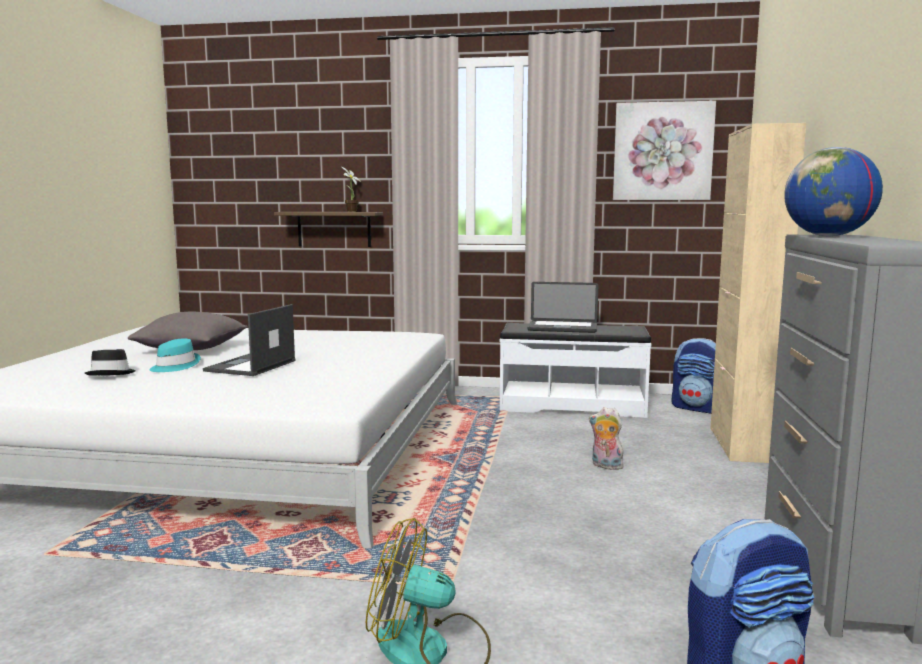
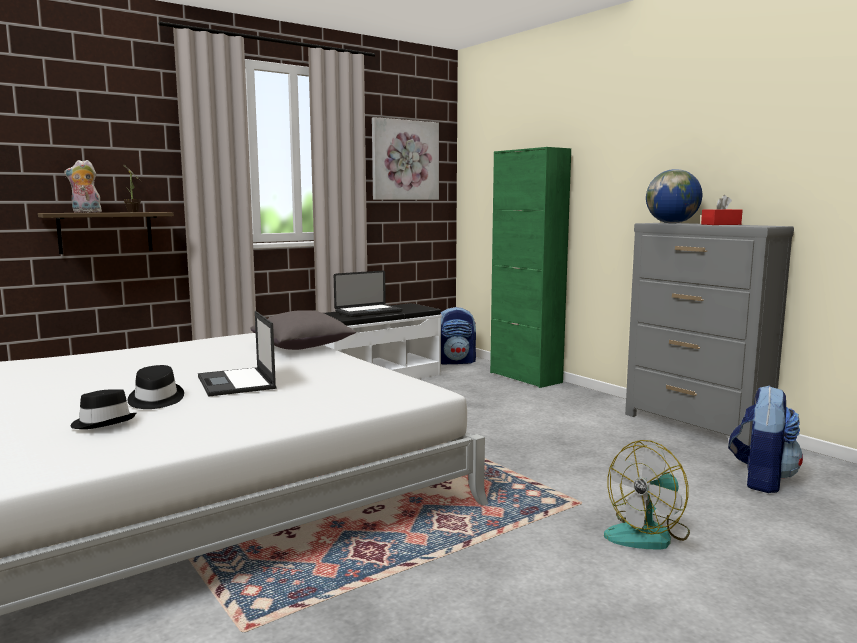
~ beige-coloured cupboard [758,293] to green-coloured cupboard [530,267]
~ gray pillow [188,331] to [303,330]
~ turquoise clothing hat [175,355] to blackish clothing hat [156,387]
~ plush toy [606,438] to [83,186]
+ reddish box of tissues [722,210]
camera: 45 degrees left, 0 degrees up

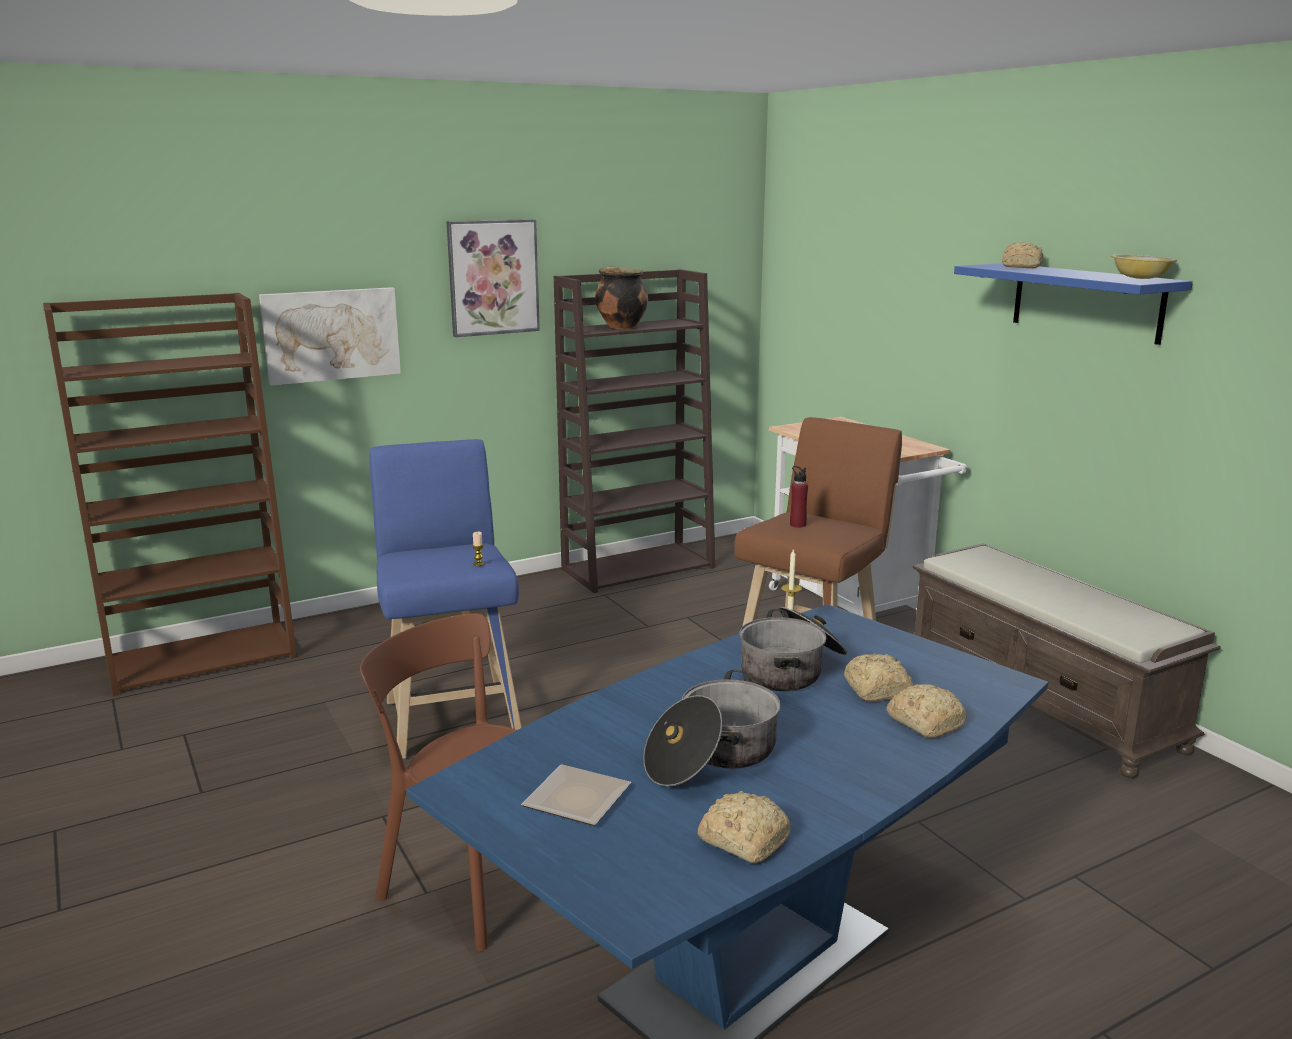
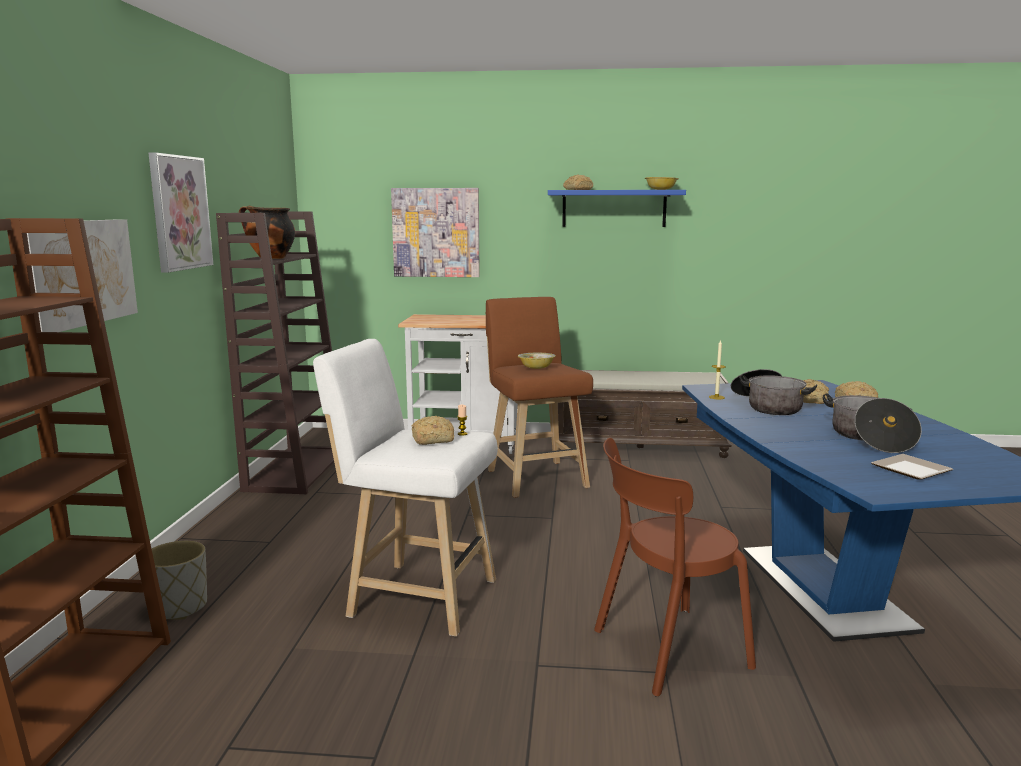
~ blue stool seat [445,599] to whitish stool seat [405,488]
~ reddish drink bottle [799,497] to serving bowl [537,361]
~ baked bread [744,827] to [433,430]
+ wall picture [435,232]
+ gray plant pot [179,580]
camera: 55 degrees left, 5 degrees down

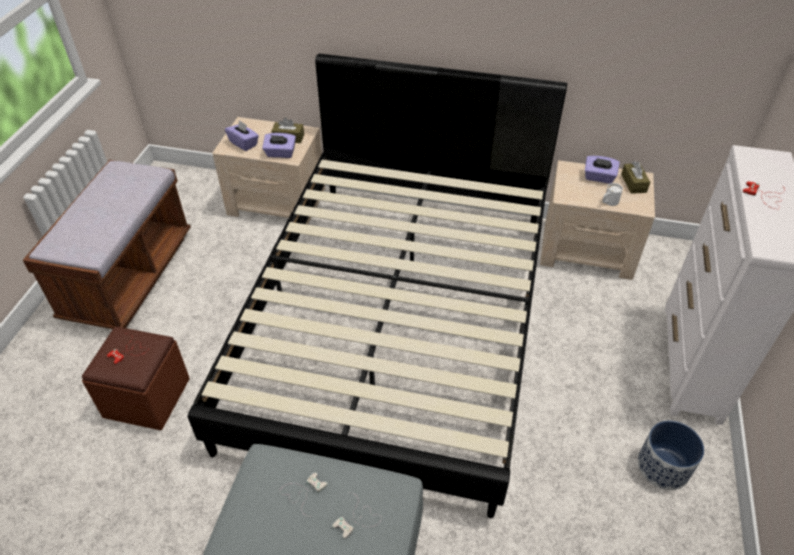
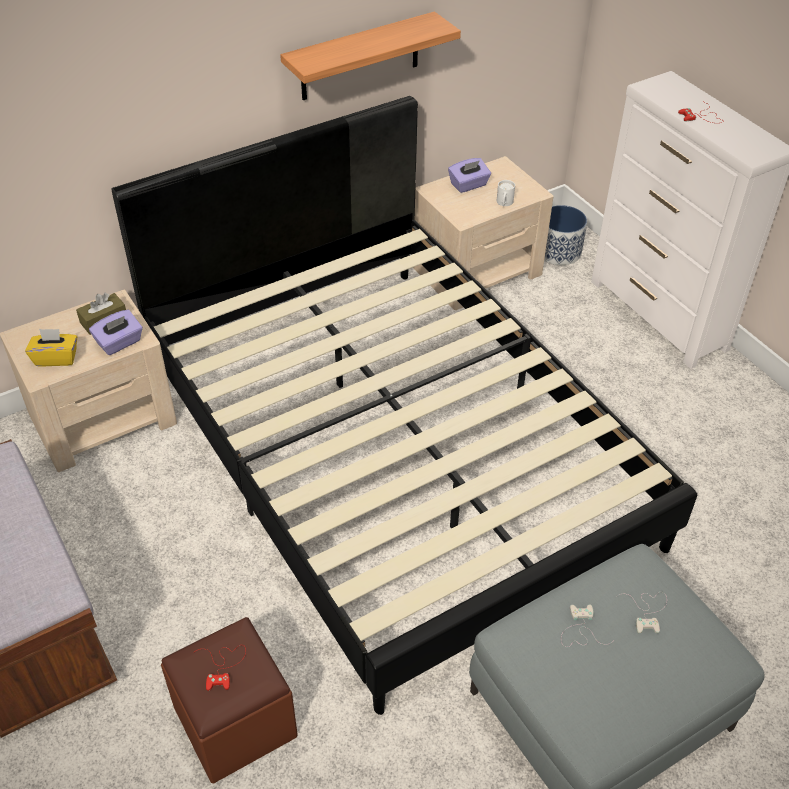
~ purplish box of tissues [242,135] to yellow box of tissues [51,348]
- brown-coloured box of tissues [635,177]
~ plant pot [671,455] to [565,235]
+ wall shelf [370,56]
camera: 45 degrees left, 0 degrees up

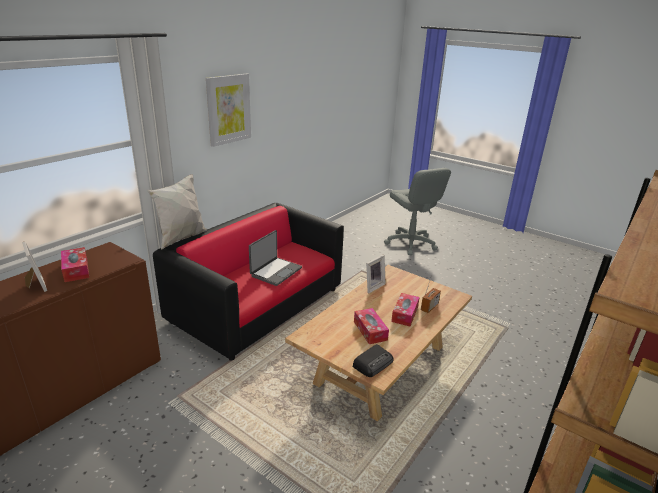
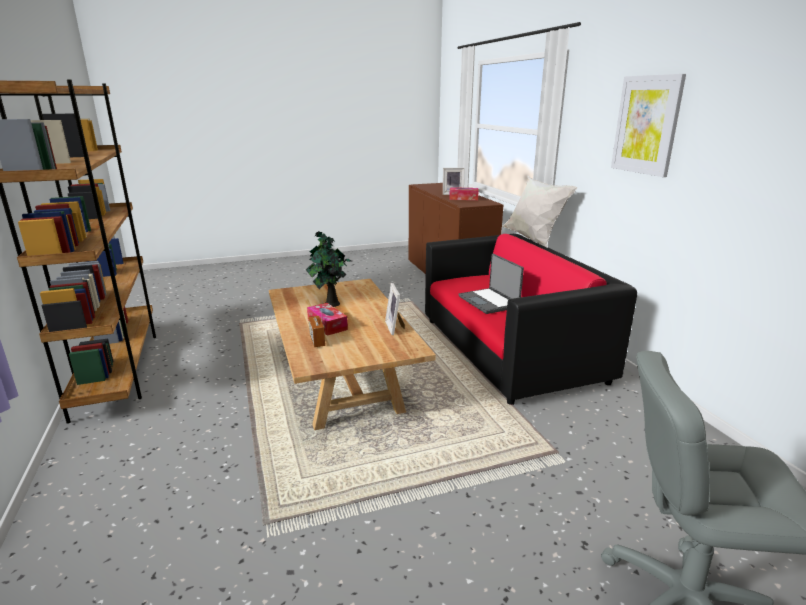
~ box of tissues [371,326] to houseplant [329,269]
- radio [373,360]
camera: 125 degrees right, 5 degrees down

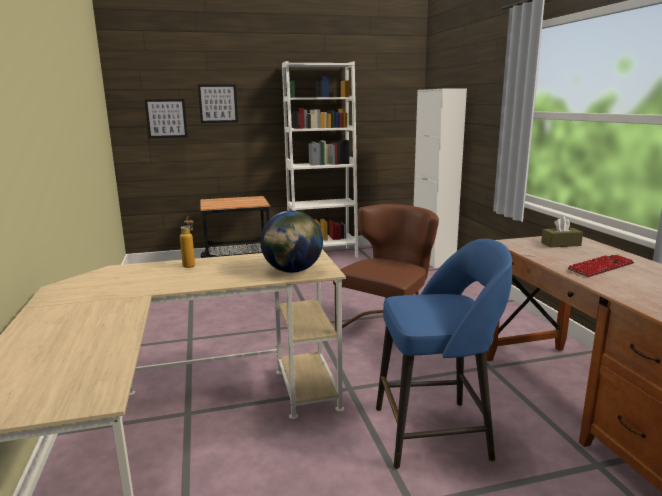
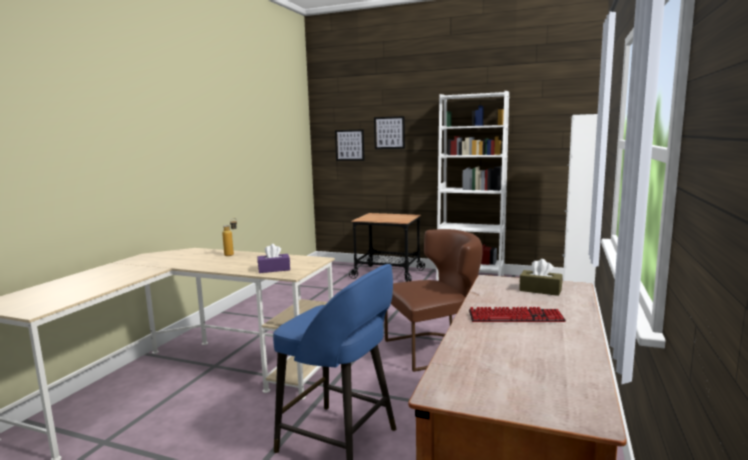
~ world globe [291,241] to purplish box of tissues [274,258]
camera: 35 degrees right, 5 degrees down

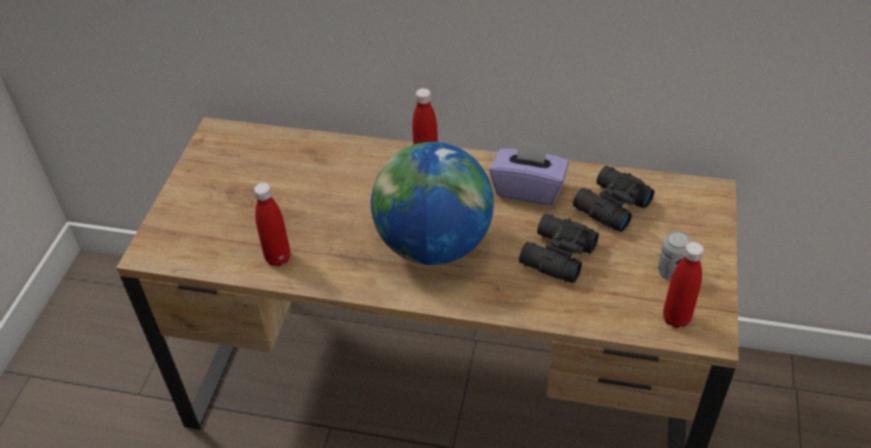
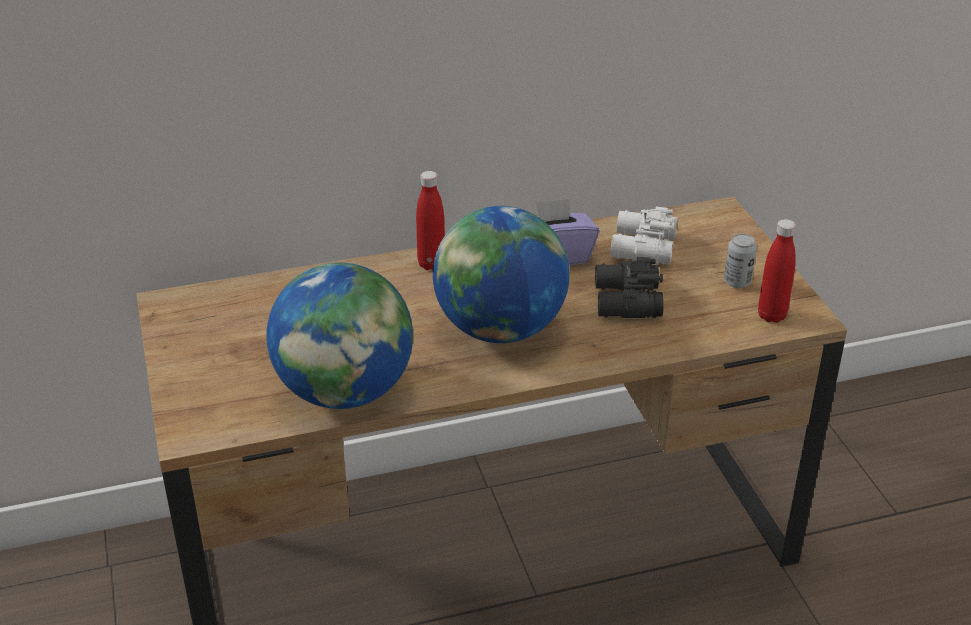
~ blackish pair of binoculars [614,199] to whitish pair of binoculars [644,235]
~ reddish drink bottle [272,224] to world globe [339,336]
camera: 30 degrees left, 10 degrees down

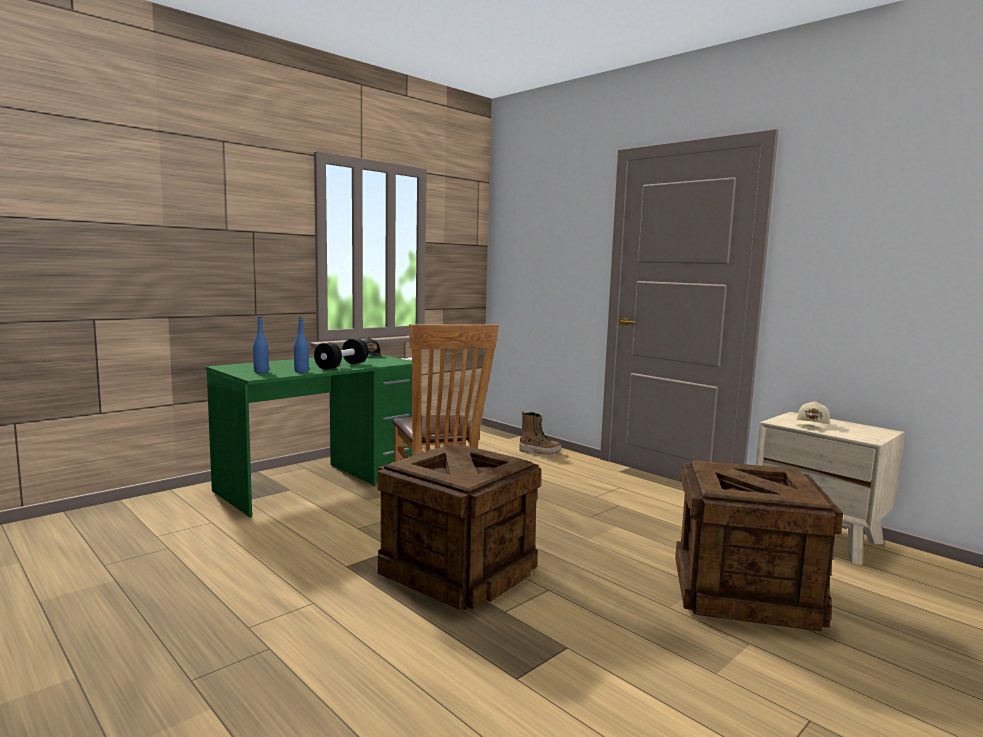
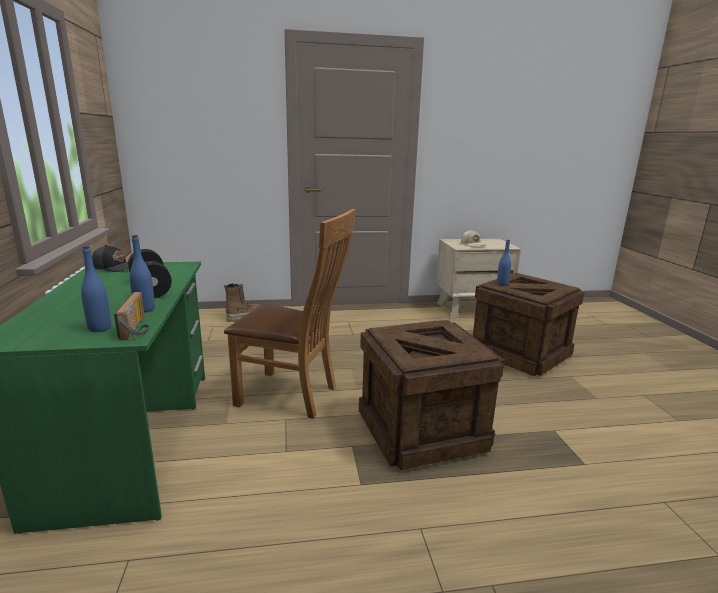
+ blue drink bottle [504,263]
+ radio [131,316]
camera: 55 degrees left, 10 degrees up

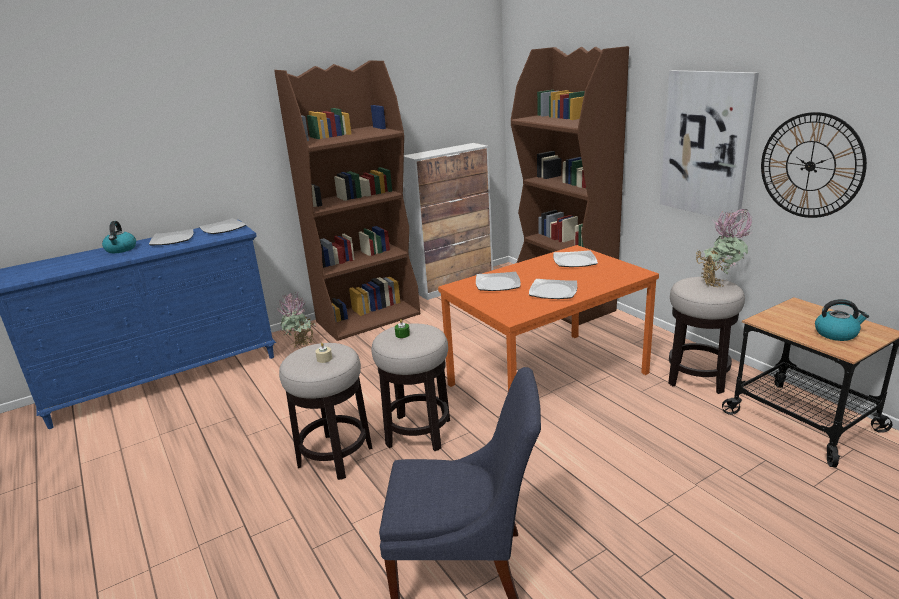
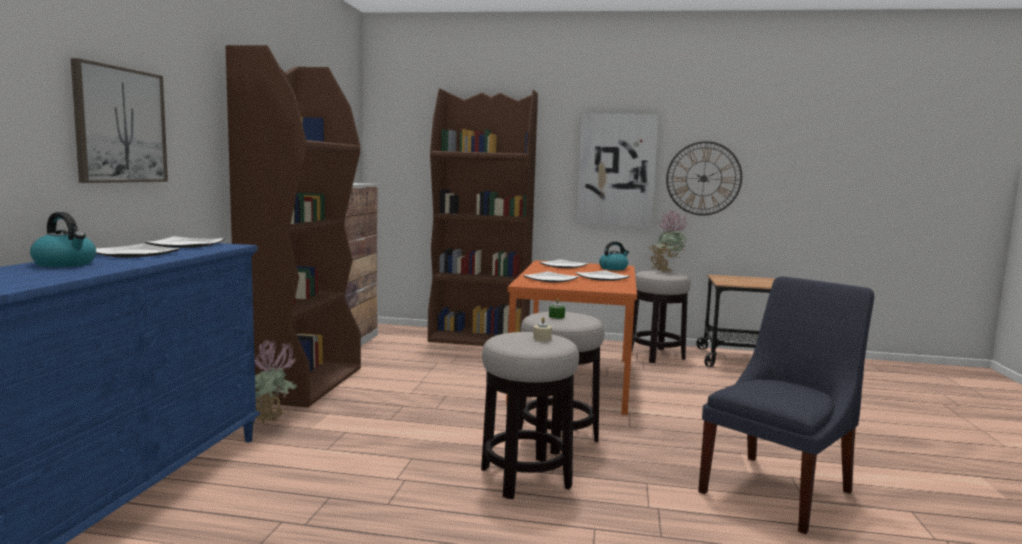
~ tea kettle [842,320] to [614,255]
+ wall picture [119,120]
camera: 50 degrees left, 15 degrees down

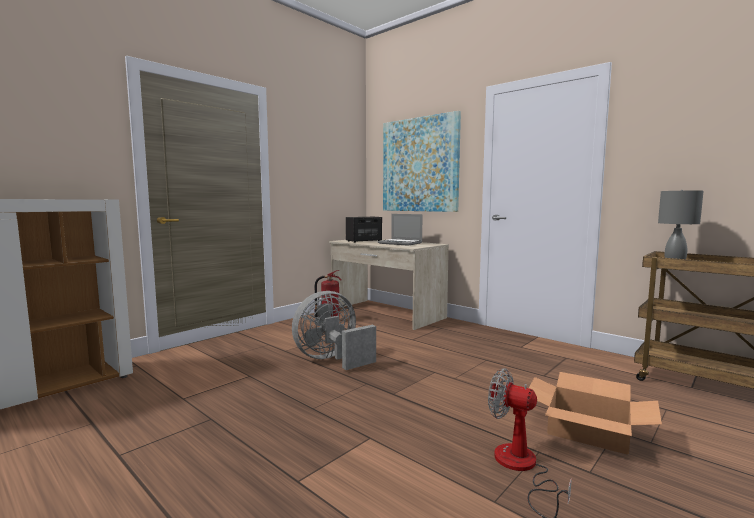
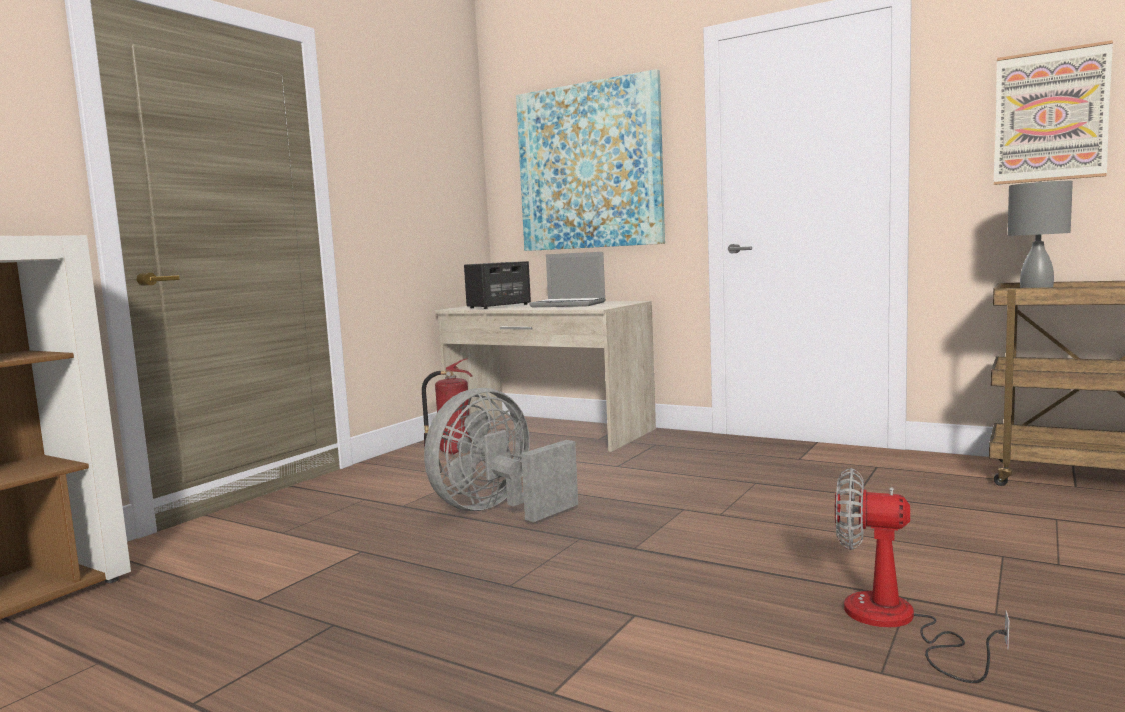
- packing box [595,413]
+ wall picture [1053,112]
camera: 10 degrees left, 0 degrees up

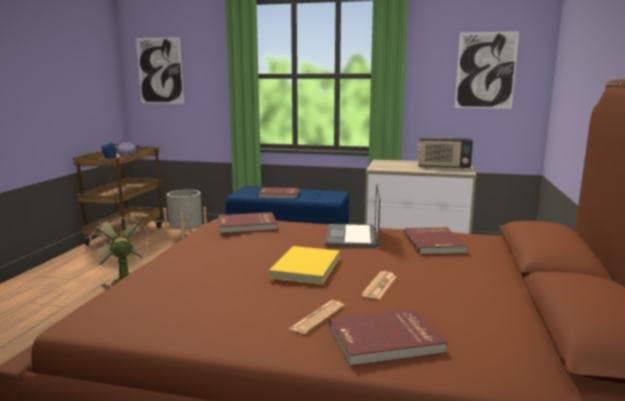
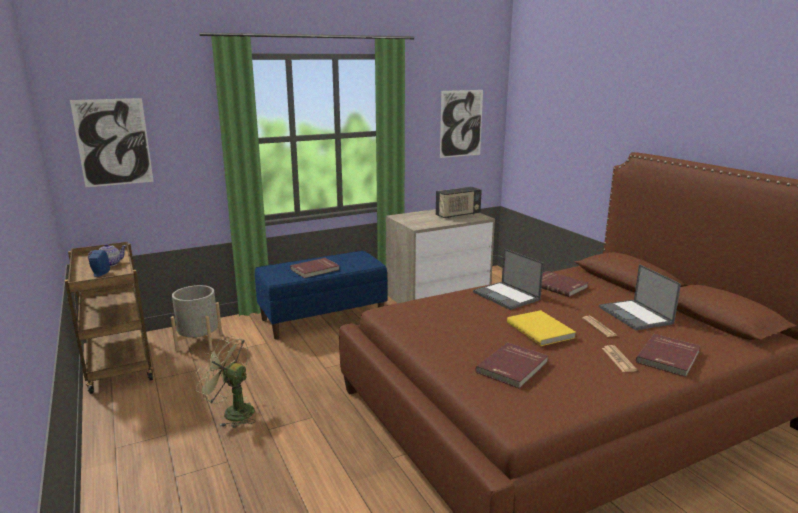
~ reddish book [247,222] to [512,365]
+ laptop [640,297]
camera: 40 degrees left, 5 degrees up

